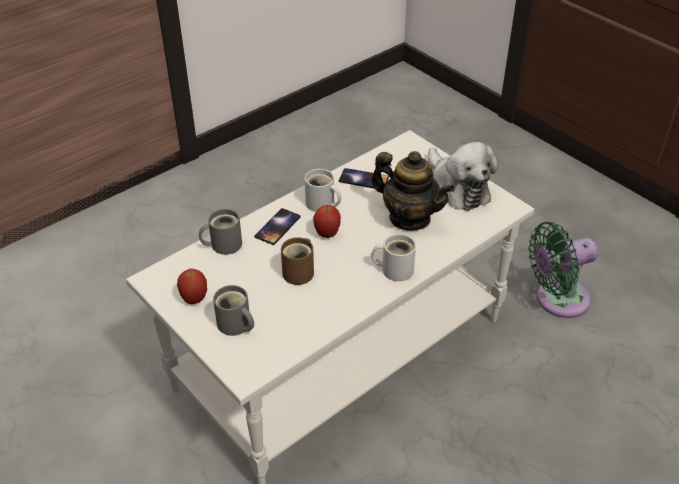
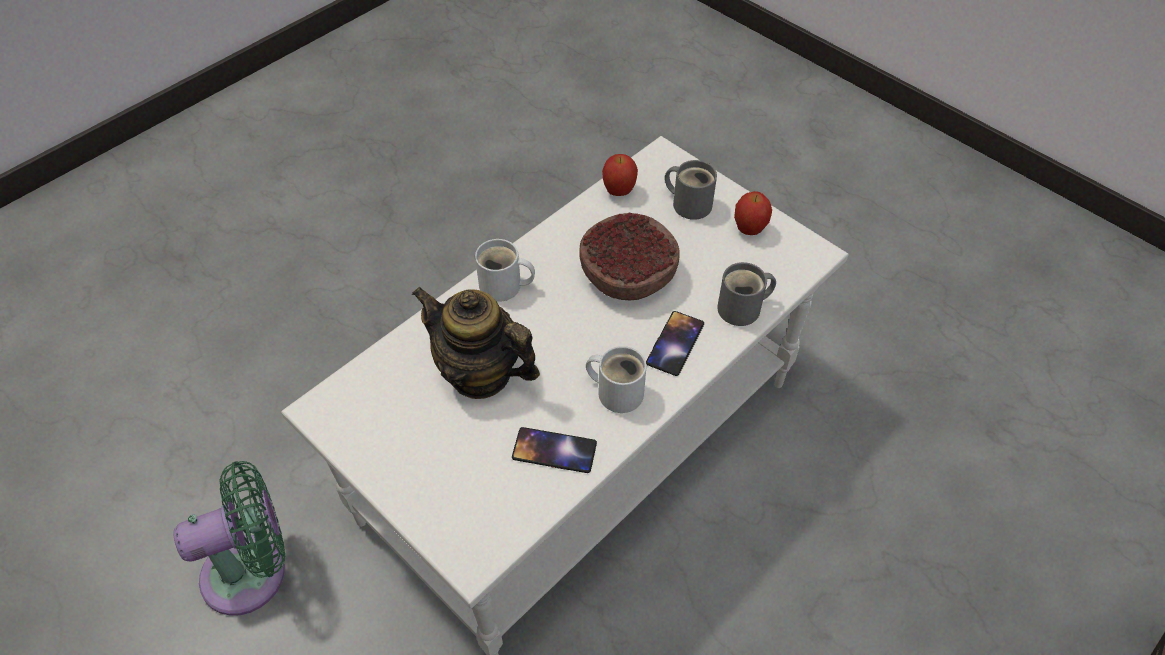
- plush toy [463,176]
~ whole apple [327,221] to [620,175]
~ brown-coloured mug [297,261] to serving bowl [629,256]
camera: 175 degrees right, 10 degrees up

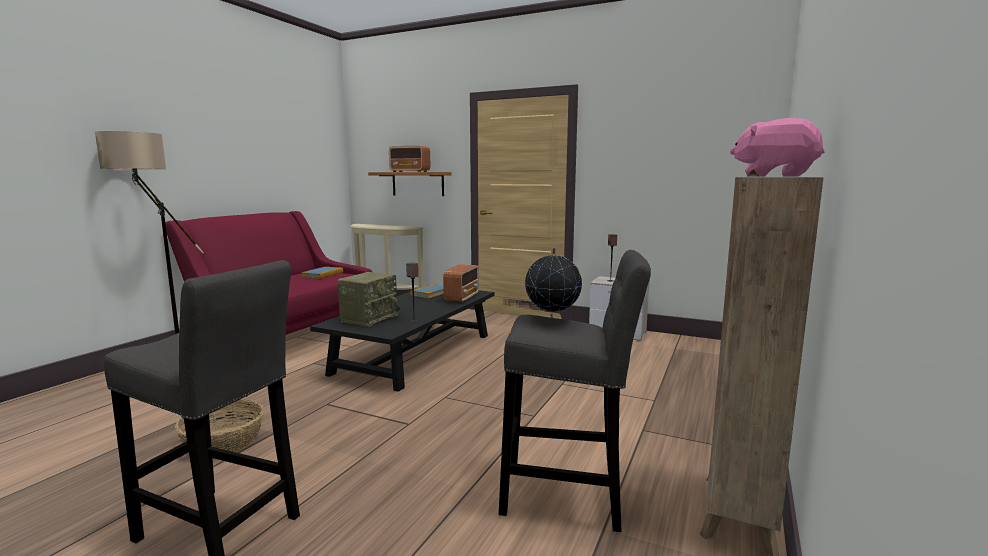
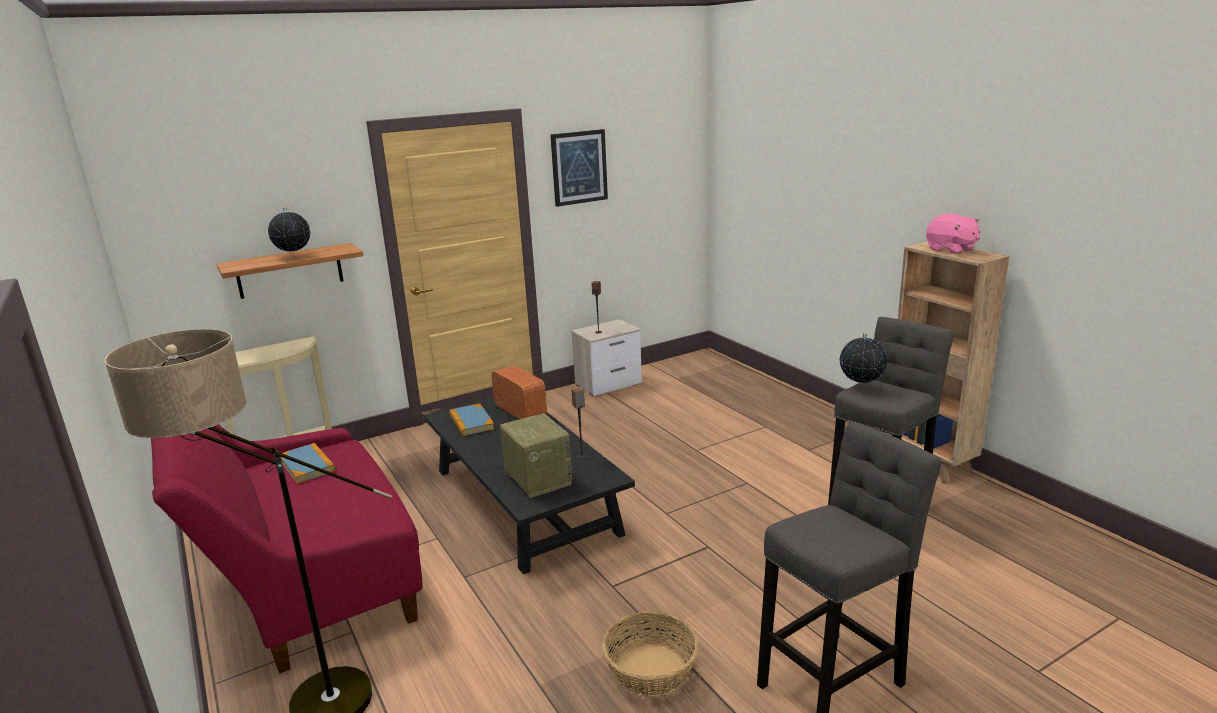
~ pink-coloured plush toy [777,147] = [953,234] 105 degrees counterclockwise
~ radio [409,159] to world globe [289,232]
+ wall picture [579,168]
camera: 55 degrees left, 10 degrees up

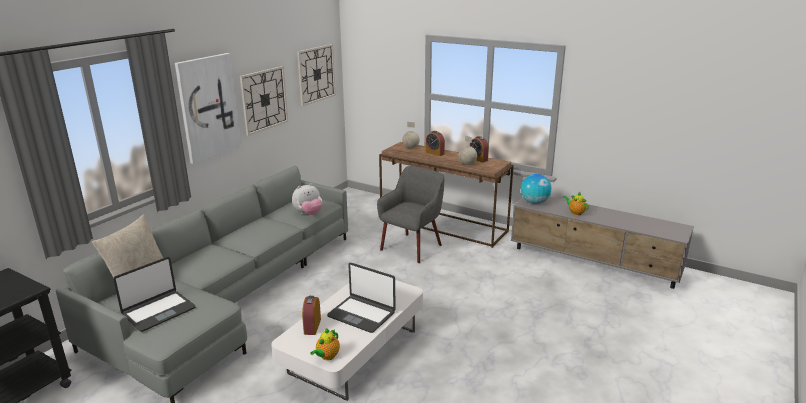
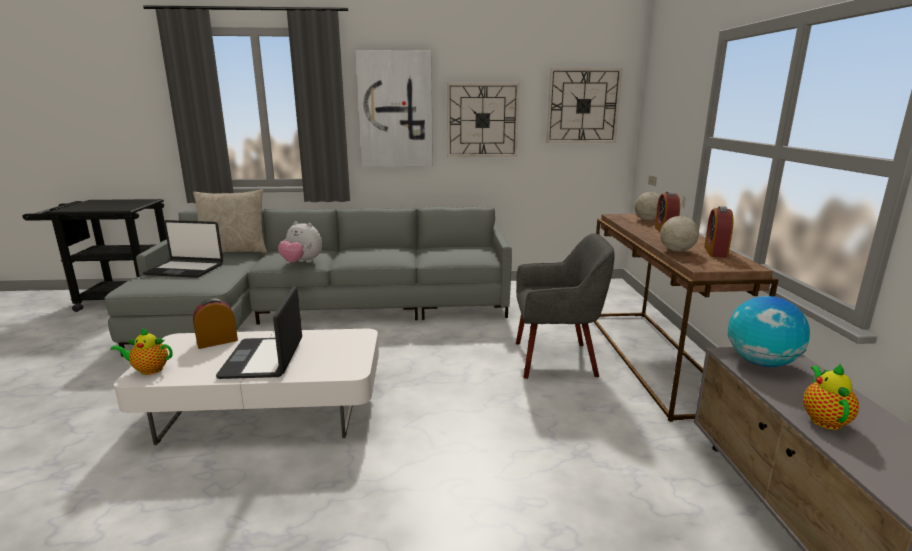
~ plush toy [307,199] to [300,242]
camera: 55 degrees right, 5 degrees down

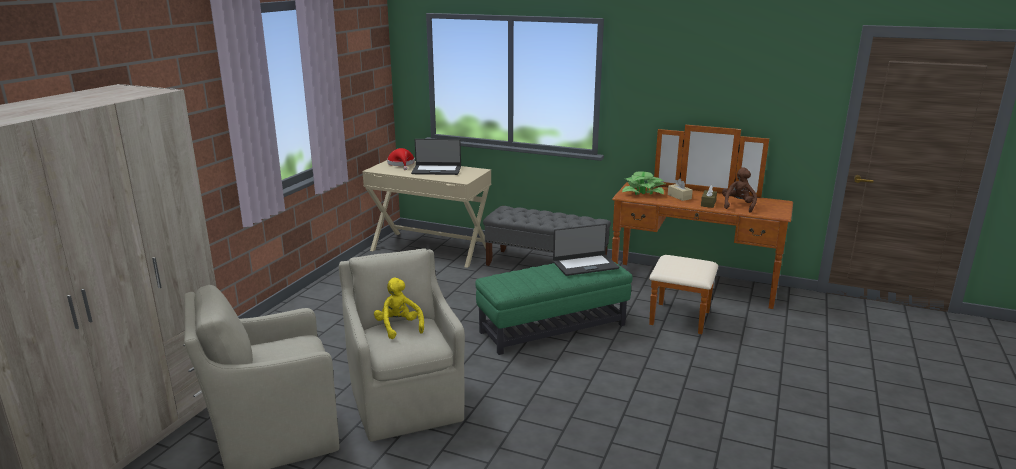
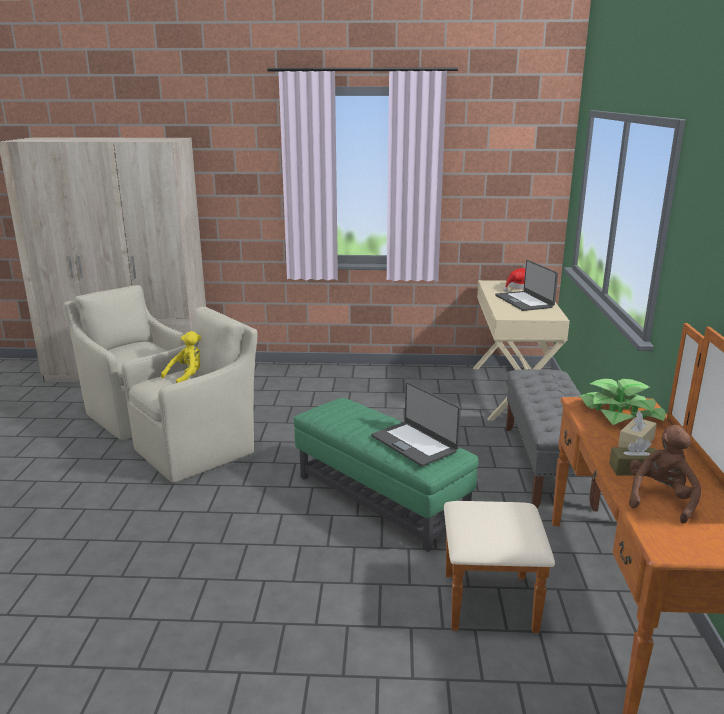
~ brown-coloured plush toy [739,190] = [665,474] 60 degrees counterclockwise
camera: 70 degrees right, 0 degrees up

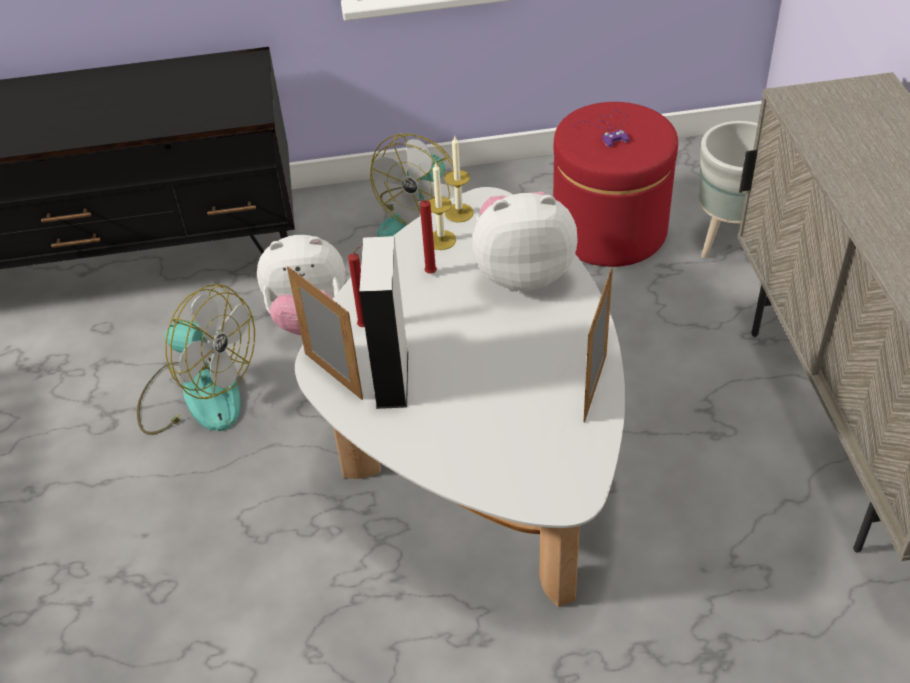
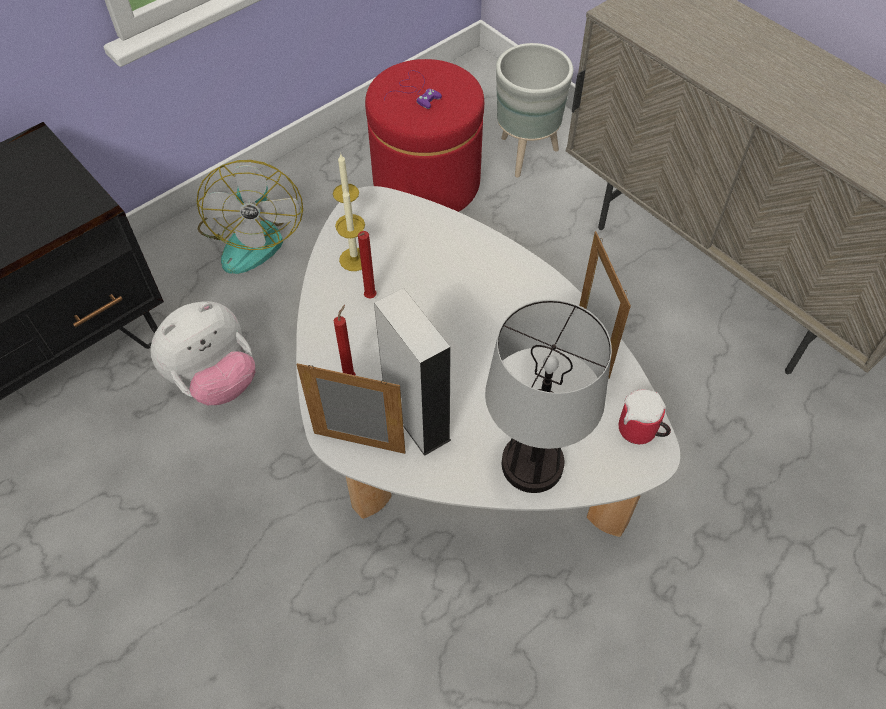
- plush toy [525,241]
- cooling fan [196,359]
+ table lamp [548,396]
+ mug [645,416]
camera: 35 degrees left, 10 degrees up

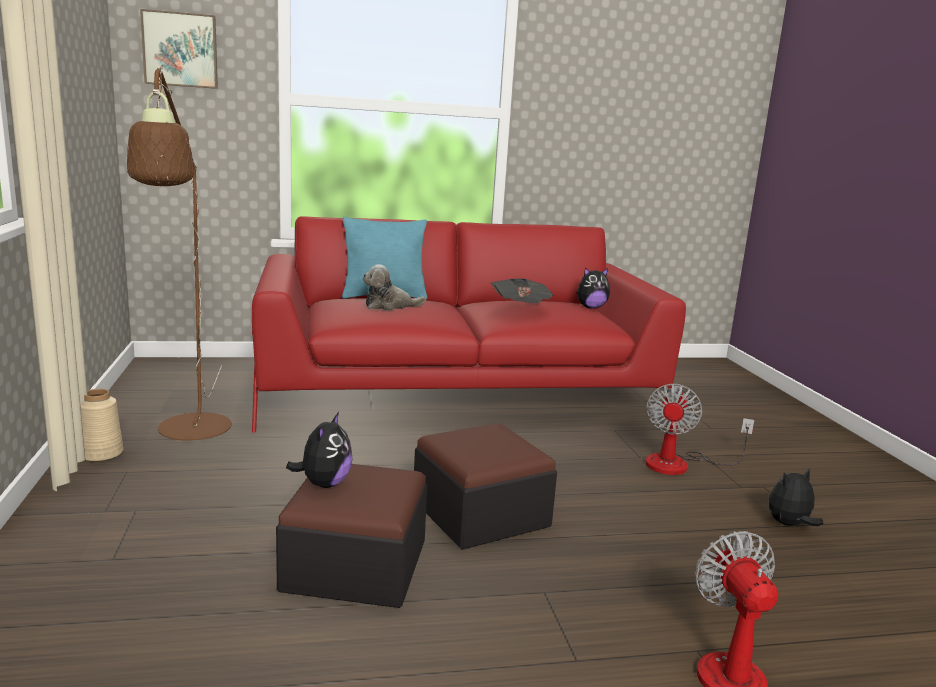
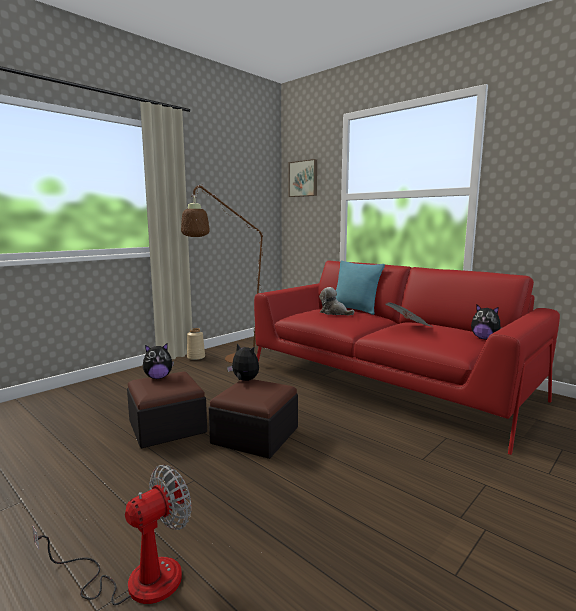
- cooling fan [700,429]
~ plush toy [796,497] to [243,362]
camera: 55 degrees right, 5 degrees down

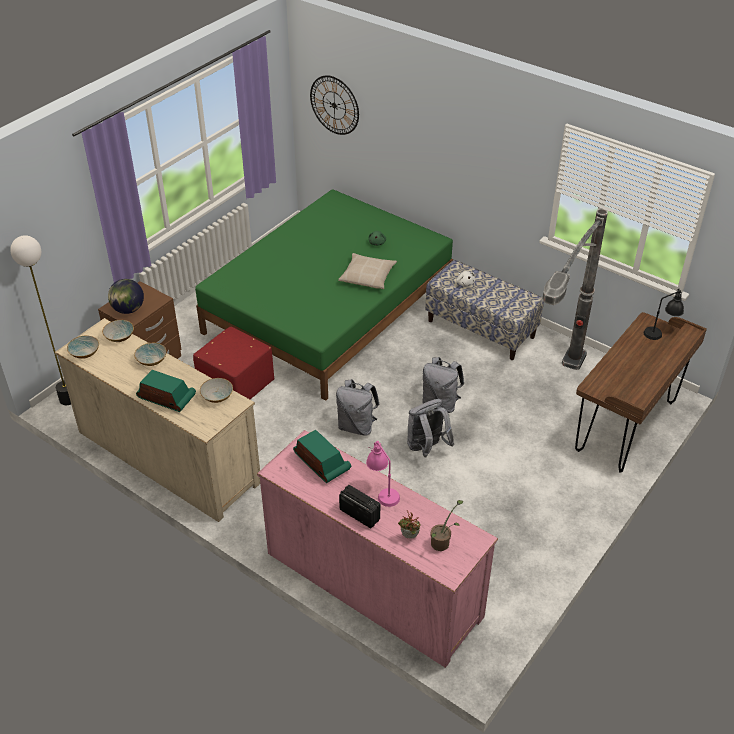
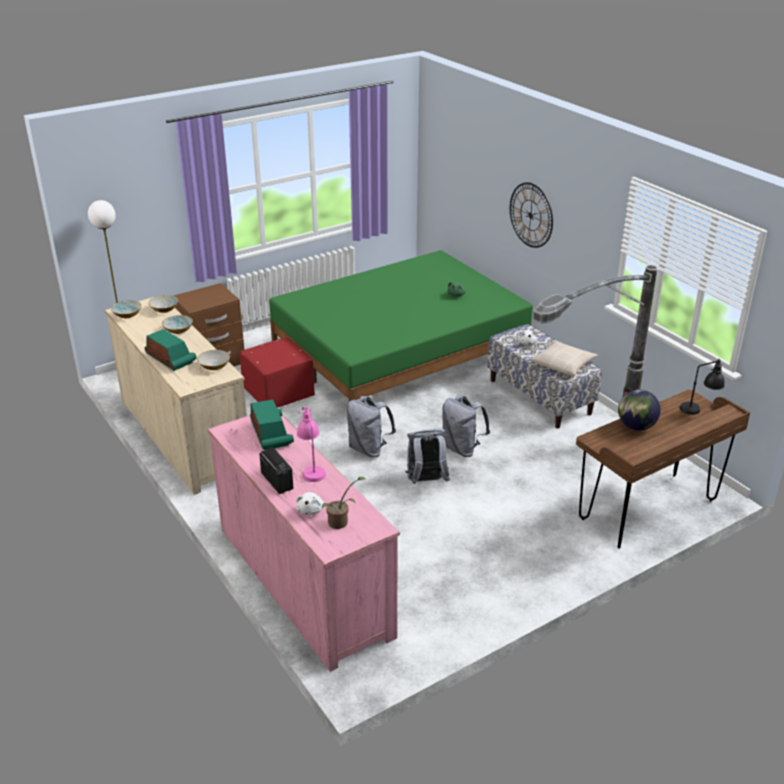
~ wall clock [334,105] to [531,215]
~ beige-coloured pillow [367,271] to [564,358]
~ world globe [126,296] to [639,409]
~ houseplant [409,524] to whitish plush toy [310,503]
camera: 20 degrees right, 10 degrees down

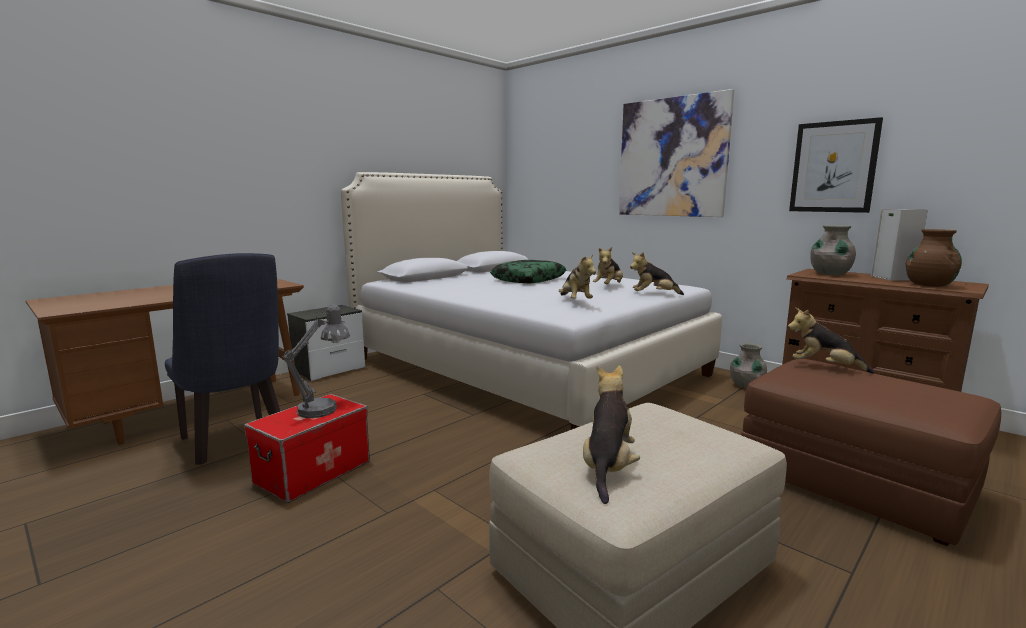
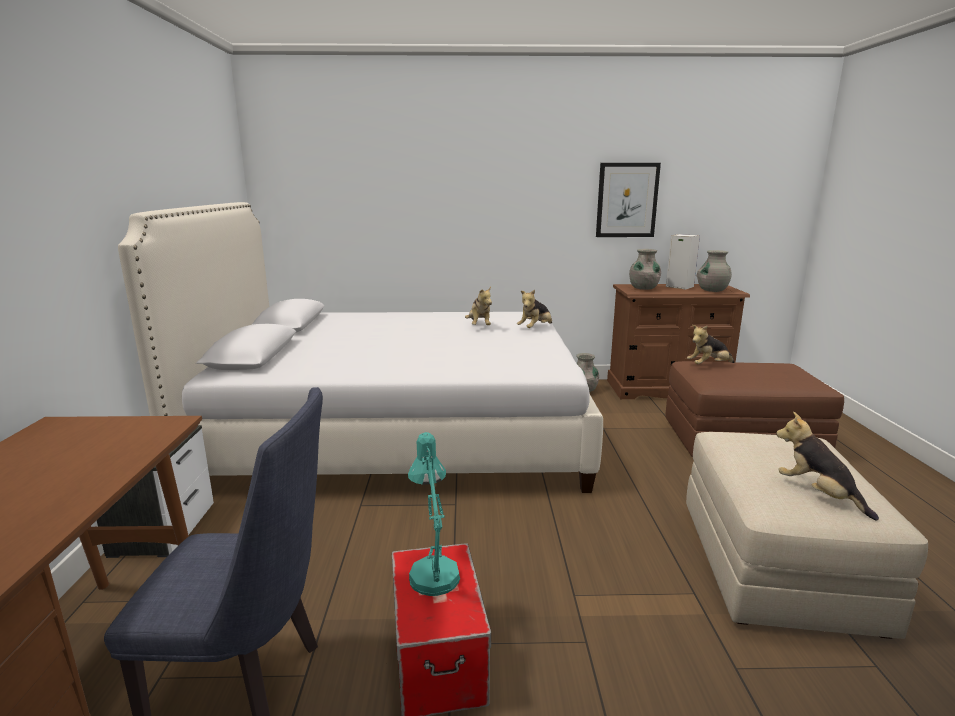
- wall picture [676,153]
~ brown-coloured vase [934,258] to gray vase [714,271]
- plush toy [577,276]
- pillow [528,271]
~ gray table lamp [316,361] to turquoise table lamp [434,514]
camera: 45 degrees left, 5 degrees up

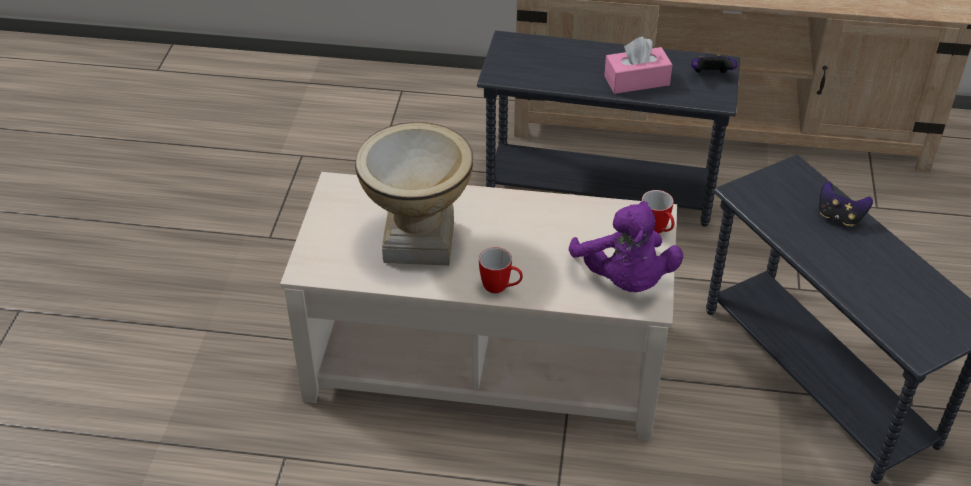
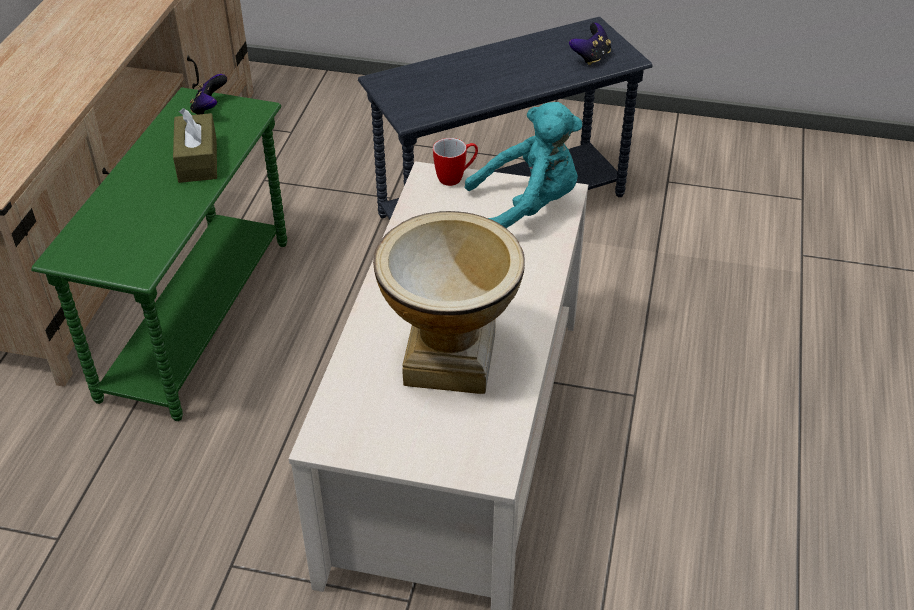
~ gray accent table [608,129] to green-coloured accent table [159,254]
~ pink-coloured box of tissues [638,65] to brown-coloured box of tissues [195,145]
~ joypad [846,204] to [590,44]
~ purplish plush toy [626,246] to turquoise plush toy [523,165]
- mug [501,270]
camera: 85 degrees left, 0 degrees up

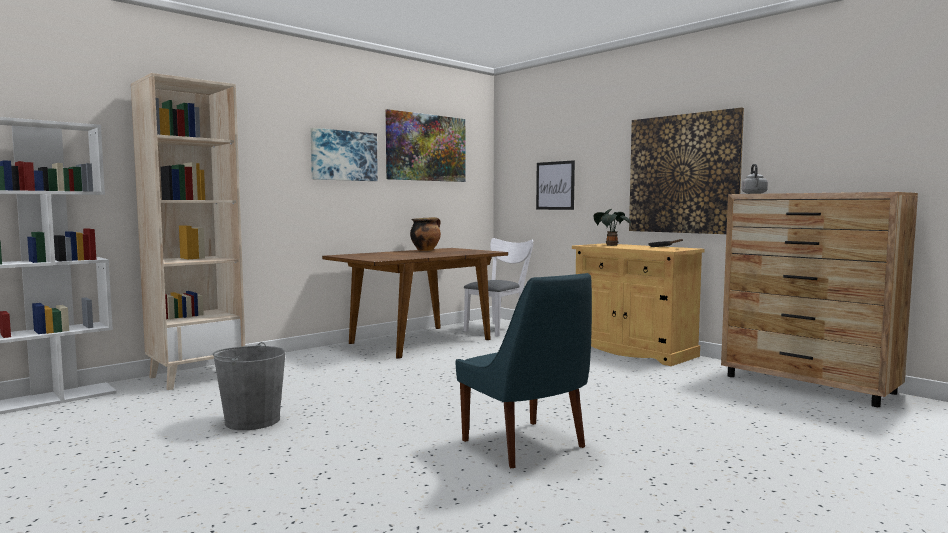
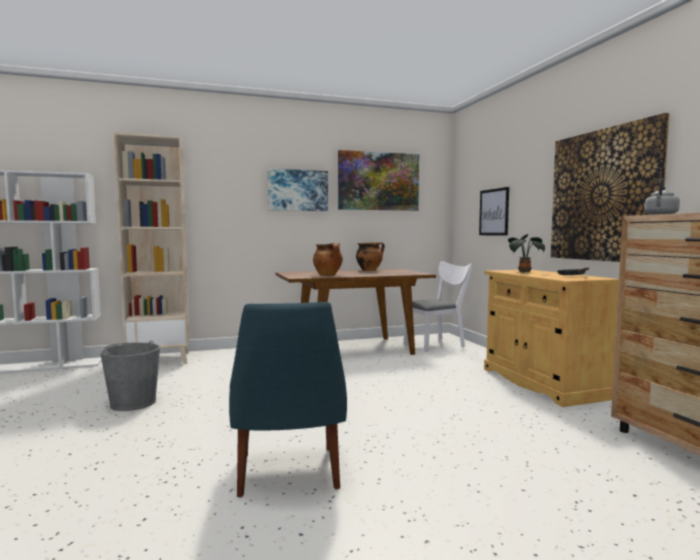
+ cooking pot [328,259]
camera: 25 degrees right, 0 degrees up

